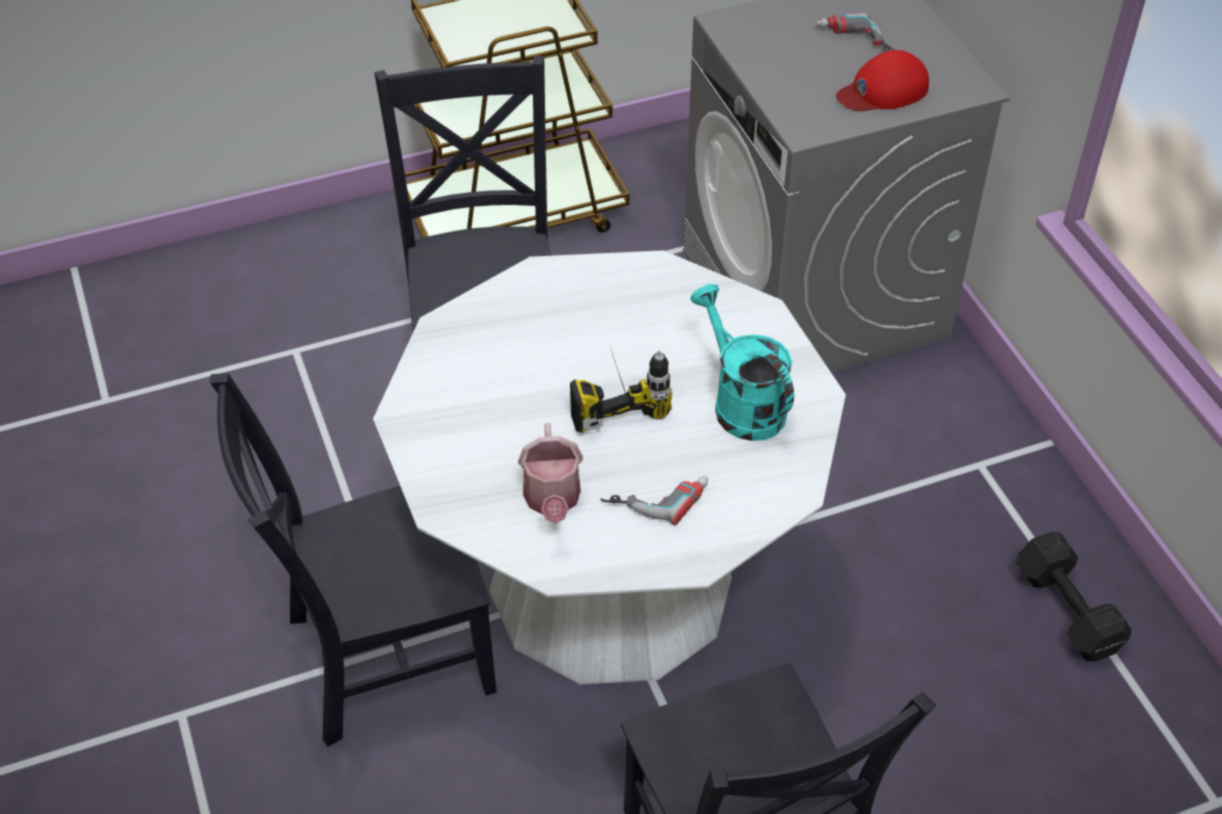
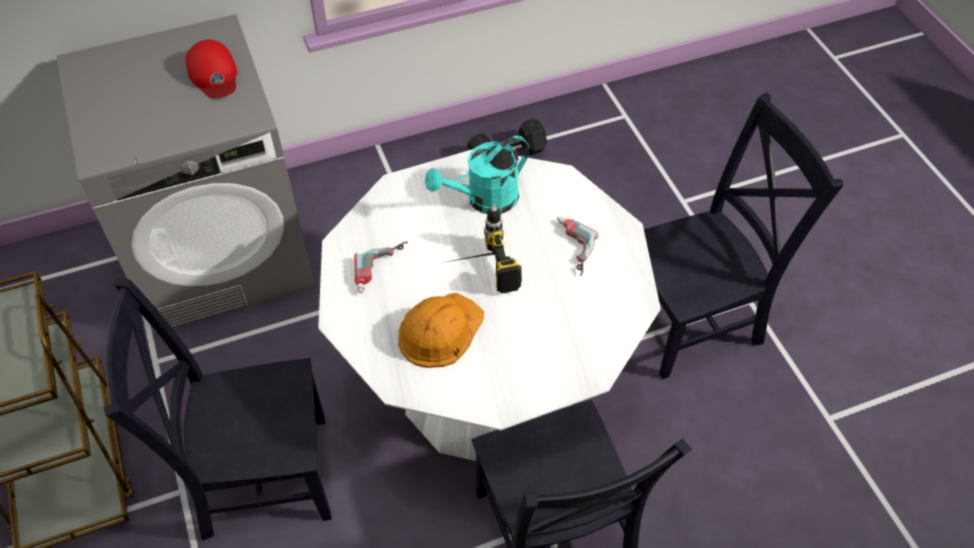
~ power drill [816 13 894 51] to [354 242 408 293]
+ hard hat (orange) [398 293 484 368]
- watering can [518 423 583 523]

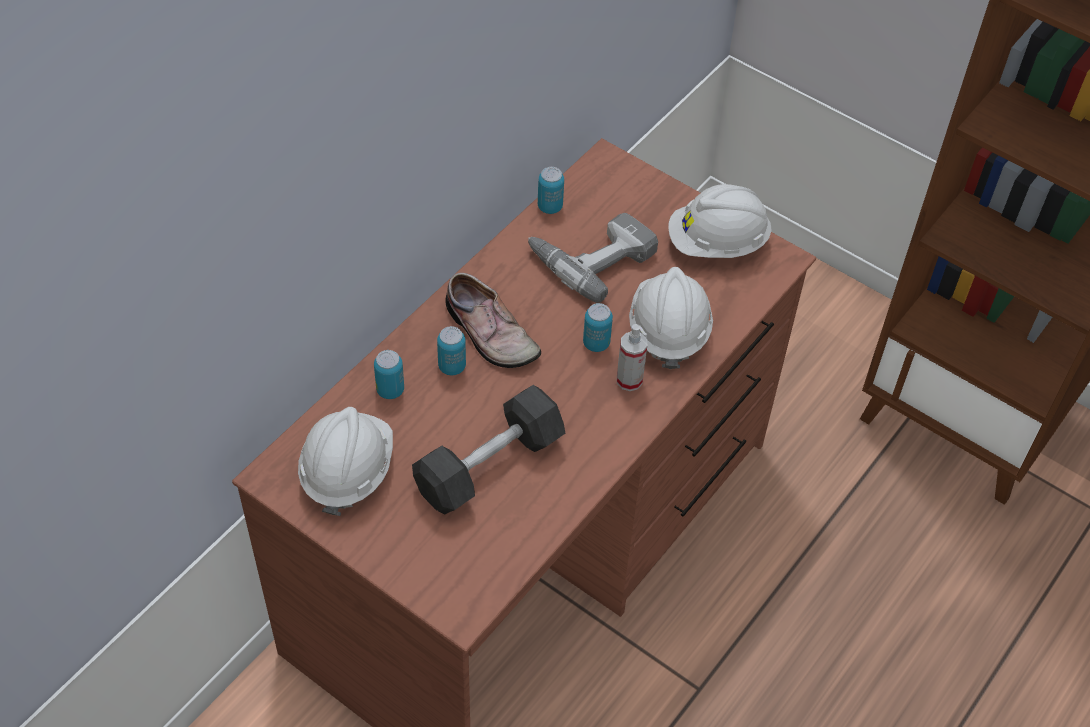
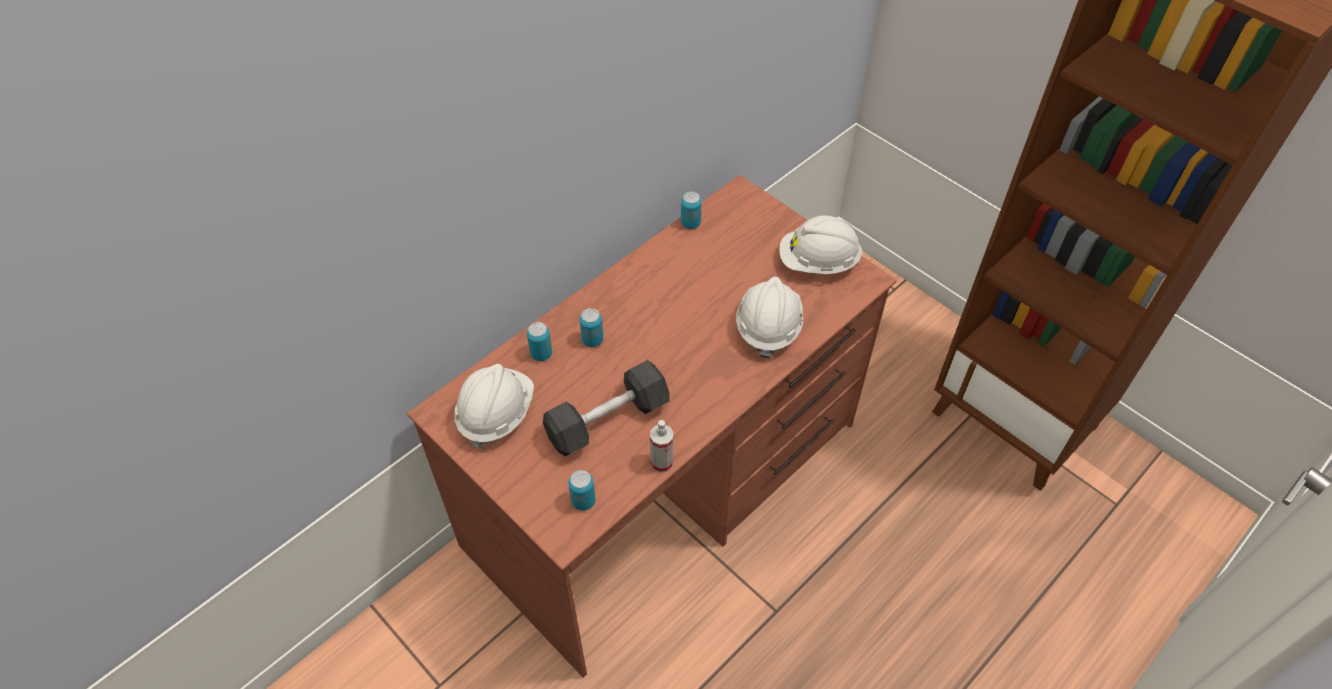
~ can [583 303 613 352] to [568 470 596 511]
~ spray bottle [617 324 647 391] to [650 420 674 473]
- shoe [445 273 541 368]
- power drill [528 213 658 303]

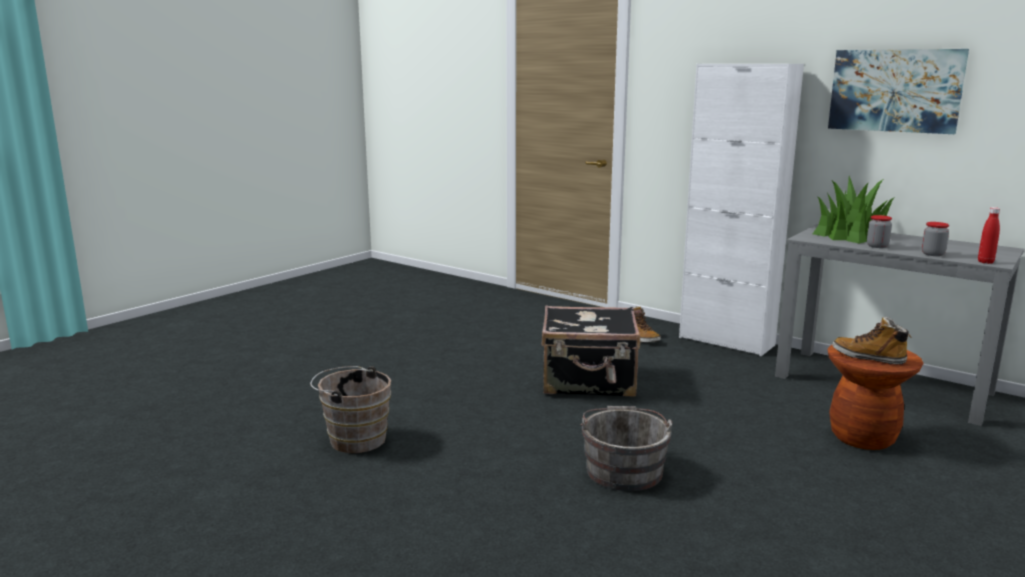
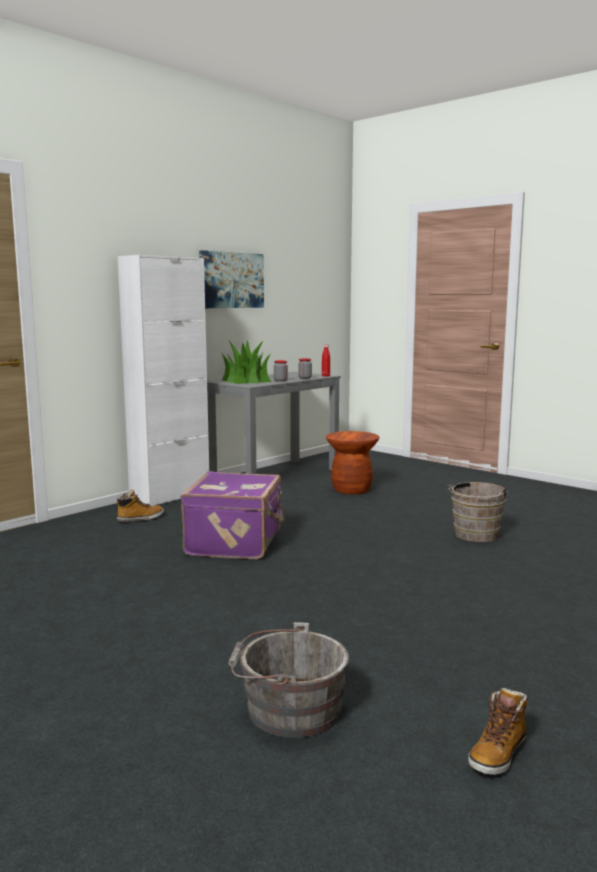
~ suitcase (black) [541 305 640 397] to suitcase (purple) [180 471 285 559]
~ bucket (grey) [580 406 673 491] to [228 622 349 738]
~ bucket (brown) [310 366 391 453] to [448 482 508 542]
~ boot [832 316 912 364] to [468 688 528 775]

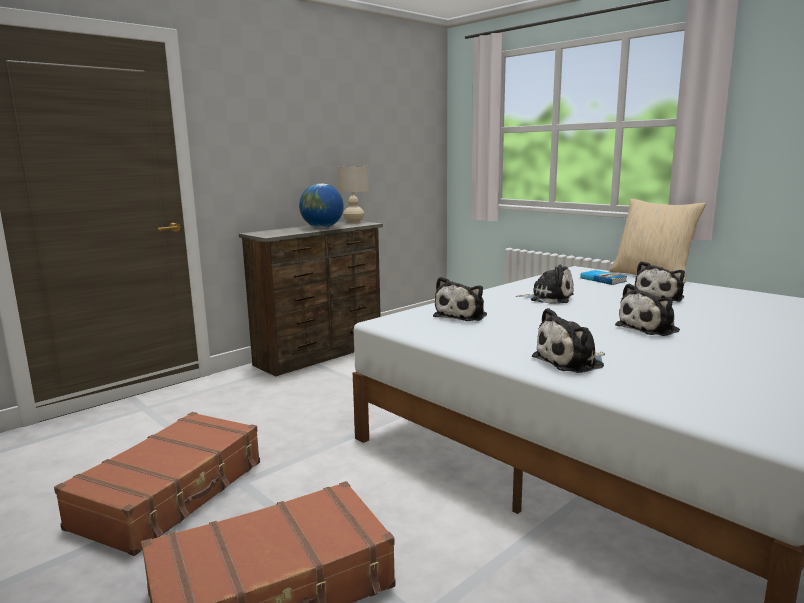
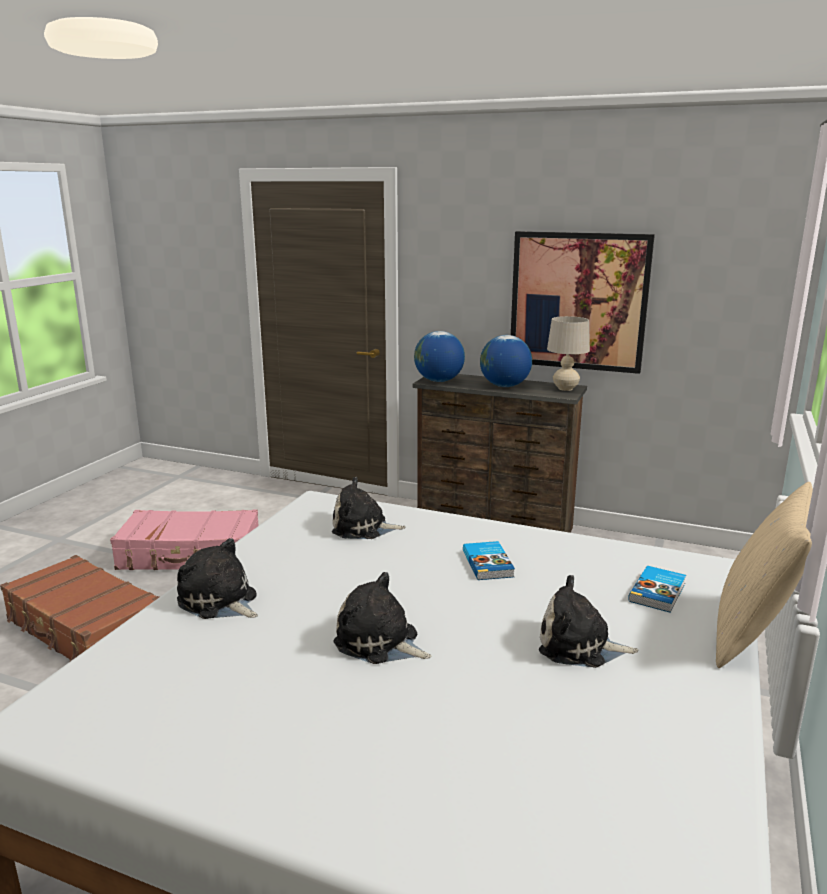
~ suitcase (brown) [54 412 260 556] to suitcase (pink) [110 510 258 570]
+ globe [414 331 465 382]
~ plush toy [515 265 574 304] to book [463 541 515 580]
+ picture [511 231 655 374]

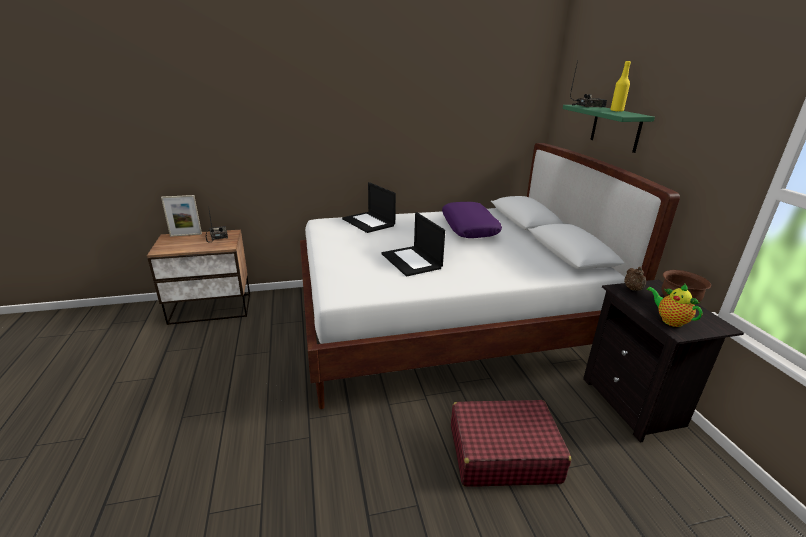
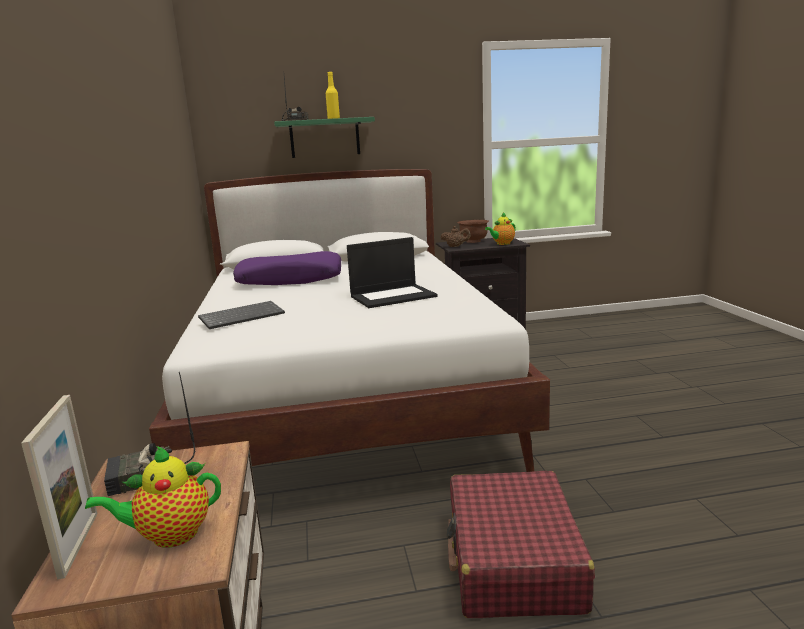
+ teapot [85 446 221 548]
~ laptop [342 182 396 233] to keyboard [198 301 285 329]
~ suitcase (red) [451 400 571 487] to [446 471 595 618]

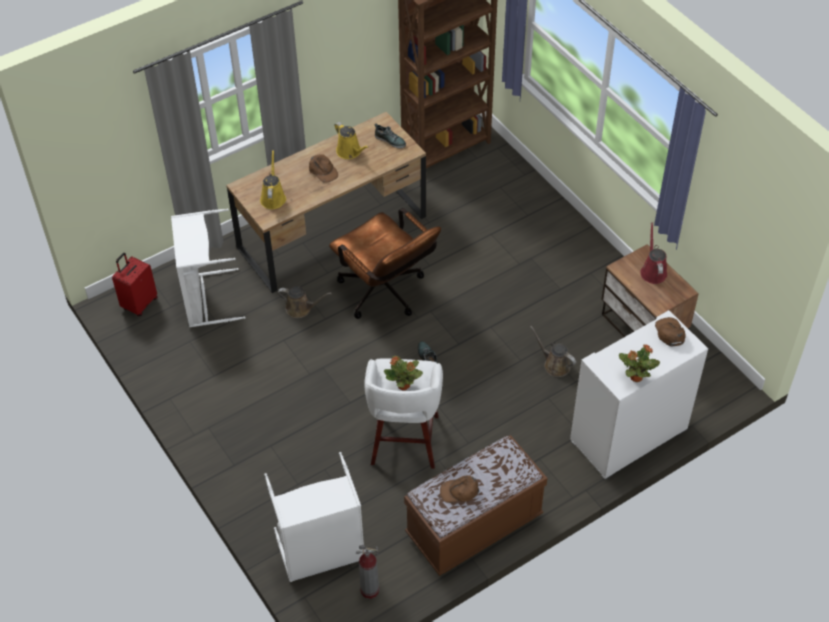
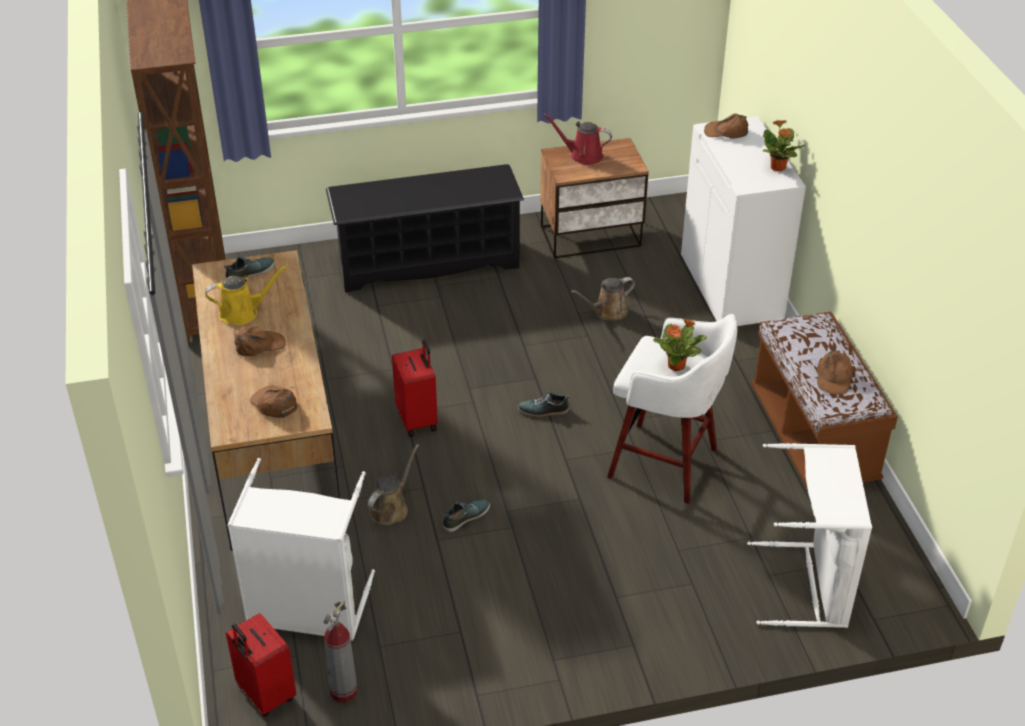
~ watering can (yellow) [260 150 286 209] to cap (brown) [250 385 298 418]
~ fire extinguisher [356 545 379 599] to [323 601 358 703]
+ shoe rack (black) [326 164 524 292]
~ office chair (brown) [329 208 441 319] to suitcase (red) [392 340 438 437]
+ shoe [443 499 490 532]

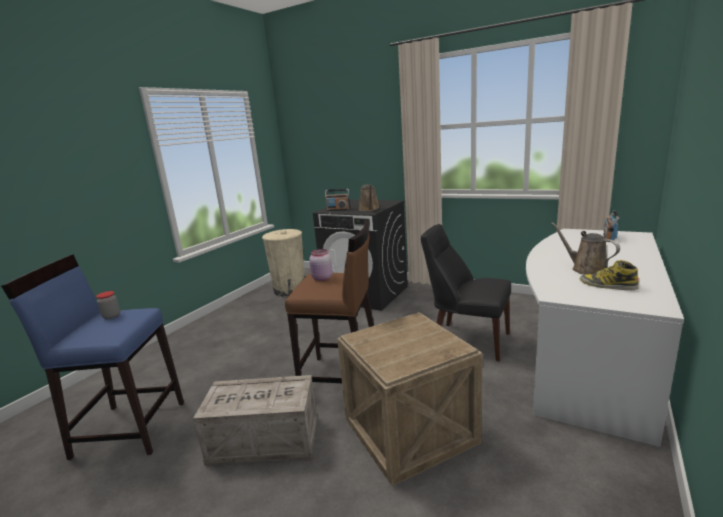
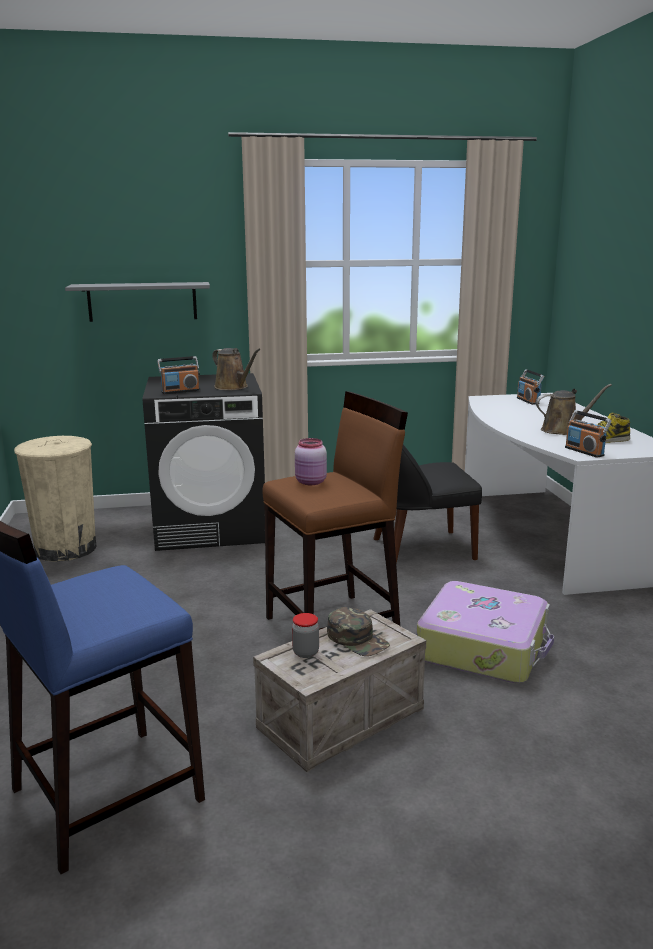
+ shelf (grey) [65 282 210 322]
~ jar [96 291 120 319] to [292 613 319 658]
+ cap (green) [327 607 390 656]
~ crate [337 312 483 486] to suitcase [417 581 554 683]
~ watering can (brown) [551 222 620 275] = [536 384 612 435] 150 degrees clockwise
+ radio [565 410 612 458]

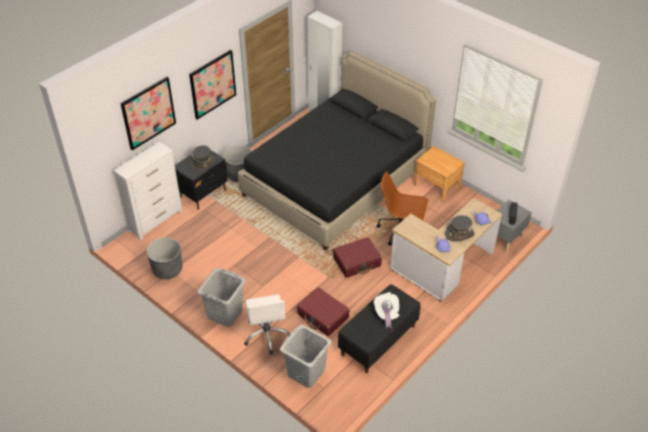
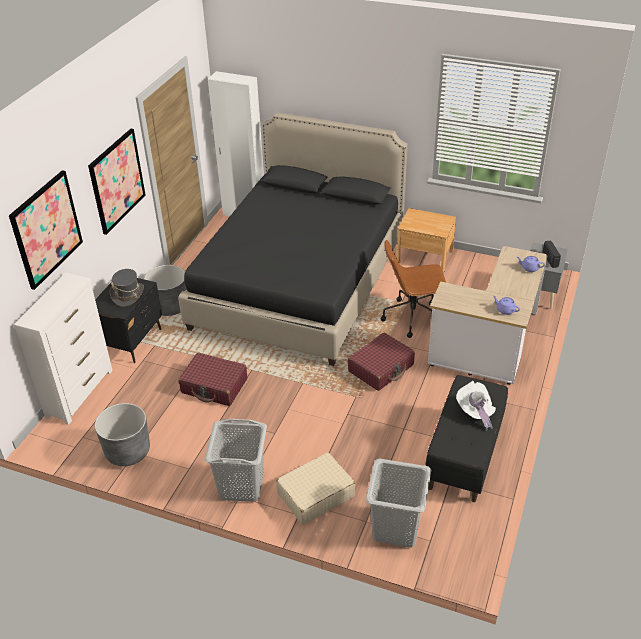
~ suitcase (red) [297 287 349 336] to [178 352 247 406]
~ office chair (white) [244 294 290 355] to suitcase (beige) [276 452 355 525]
- hat (grey) [445 215 474 242]

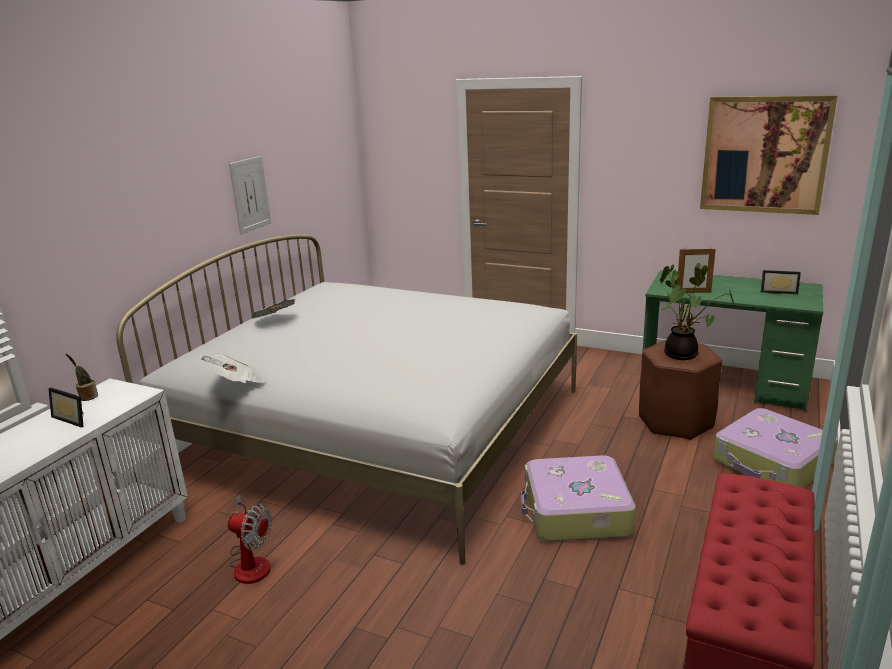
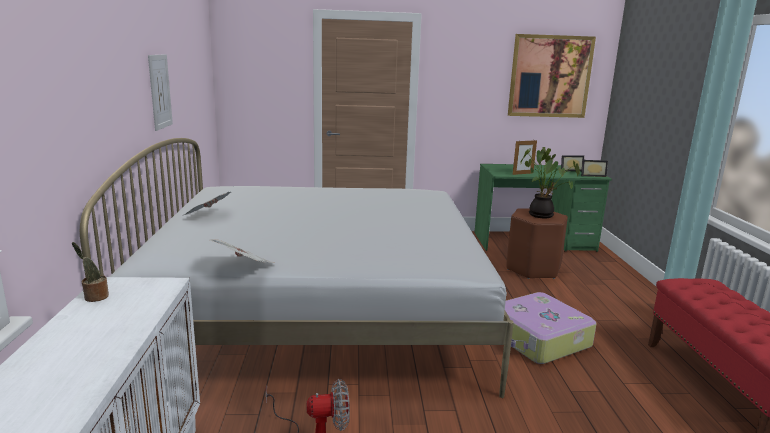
~ picture frame [48 387 84 427] to [581 160 608 177]
- suitcase [713 408 838 488]

